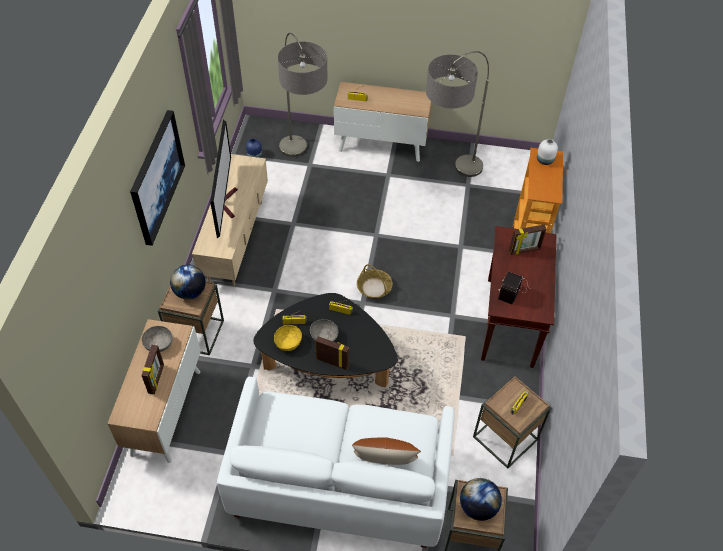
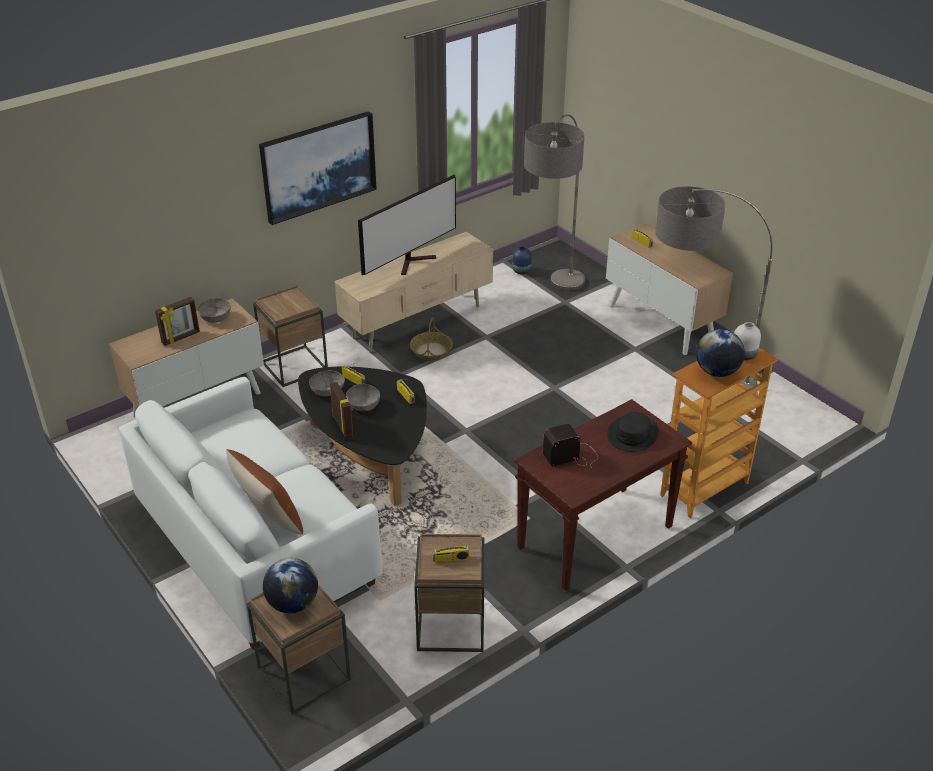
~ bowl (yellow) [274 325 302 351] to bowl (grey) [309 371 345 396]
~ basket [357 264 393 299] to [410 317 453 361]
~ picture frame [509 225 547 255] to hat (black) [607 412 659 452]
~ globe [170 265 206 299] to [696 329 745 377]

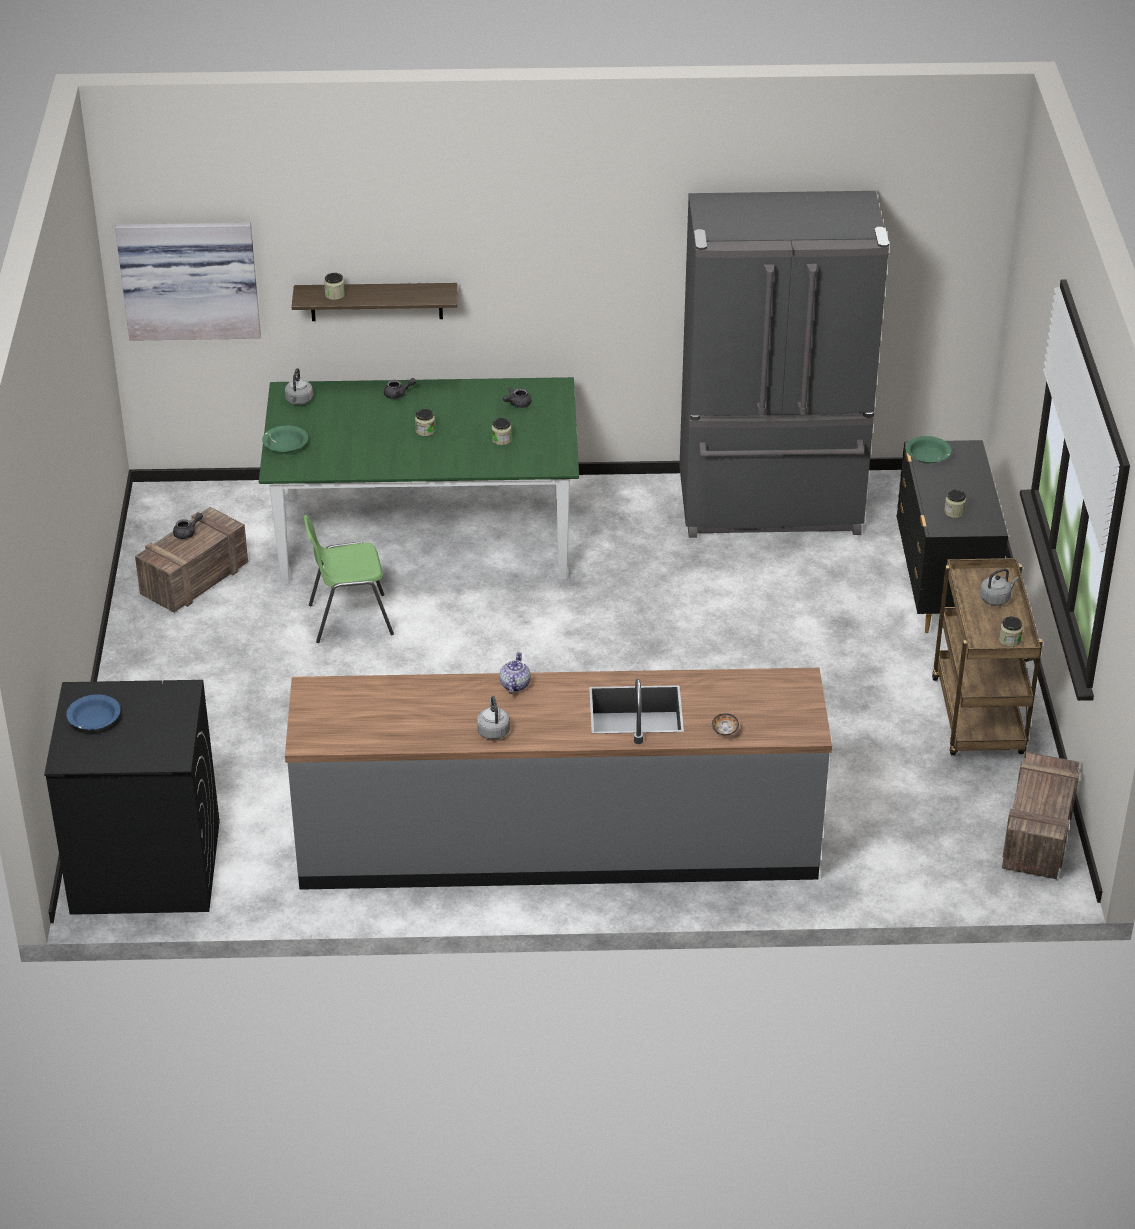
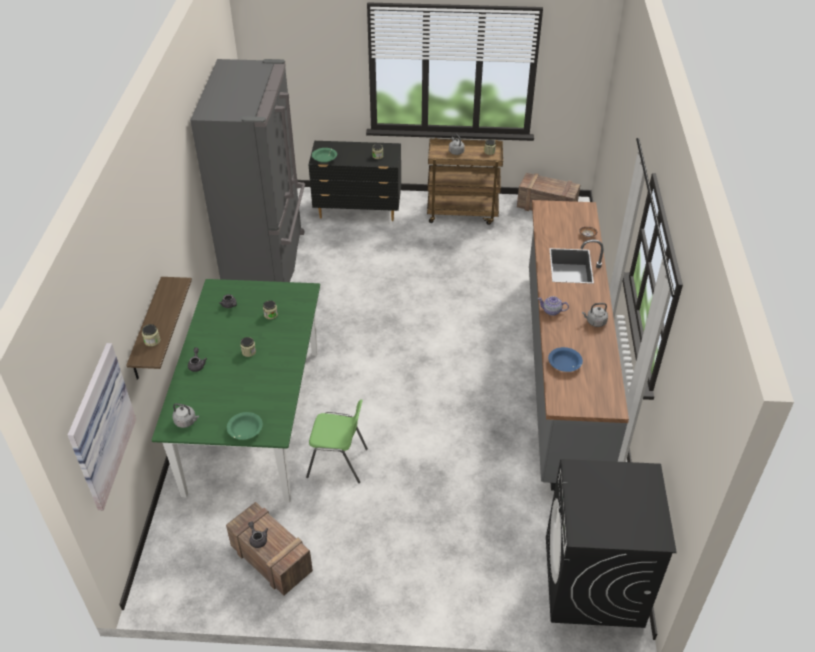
~ chair (green) [304 515 394 643] = [306 399 368 483] 75 degrees counterclockwise
~ bowl (blue) [66 694 120 730] to [548 347 583 372]

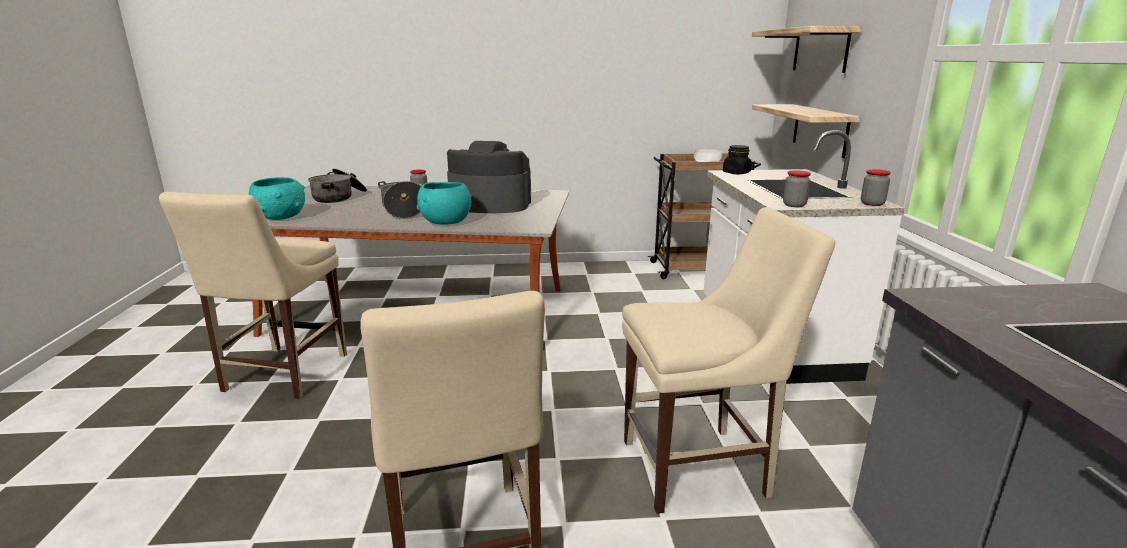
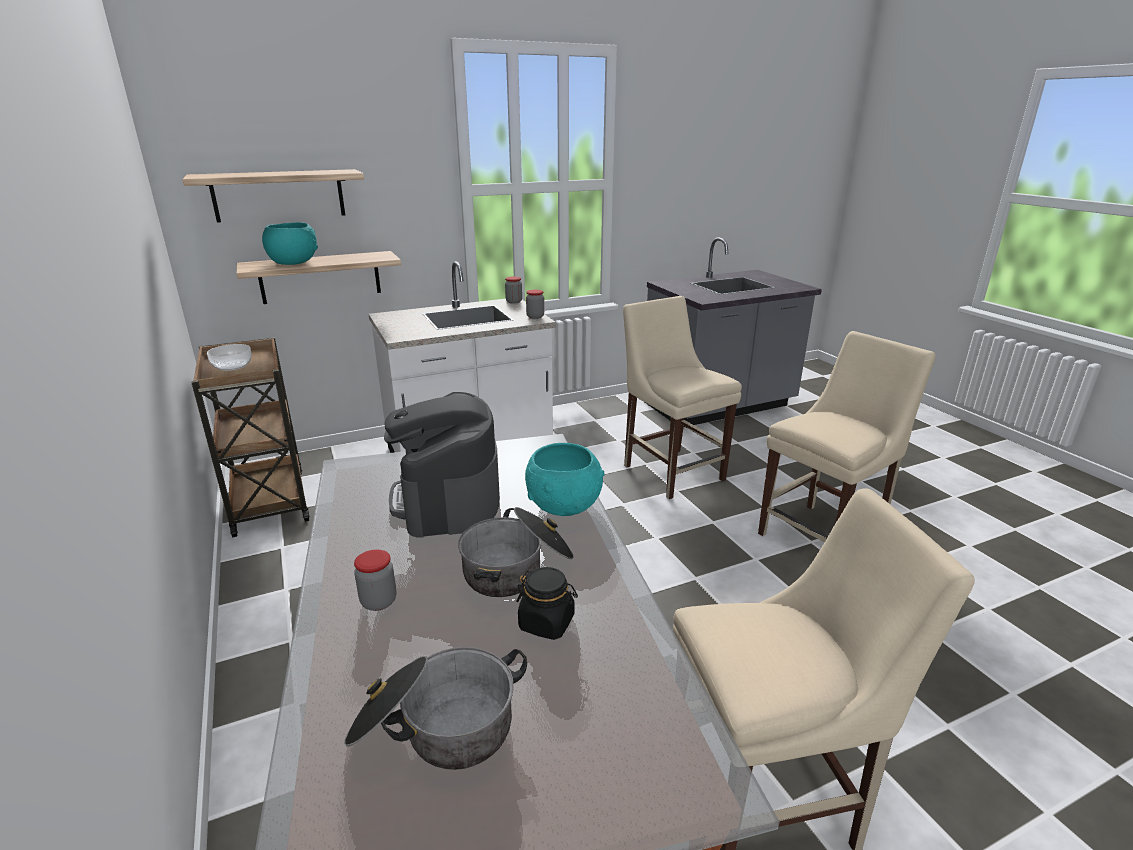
~ bowl (turquoise) [249 177 305 220] to [262 222 318 265]
~ jar (black) [723 145 752 174] to [517 567 578 640]

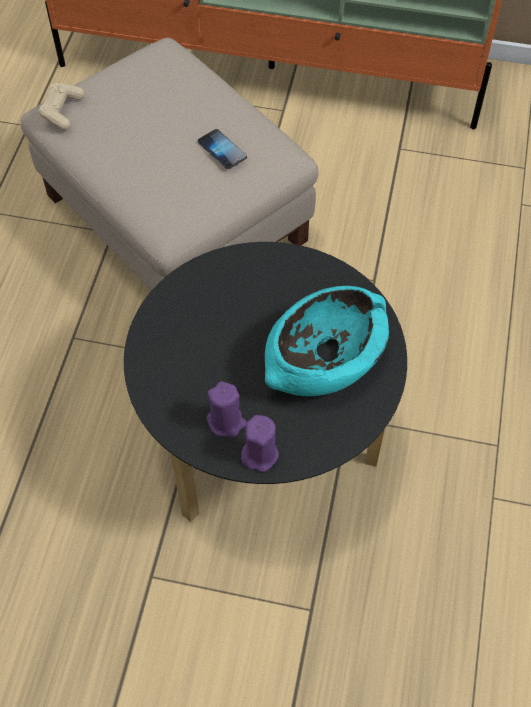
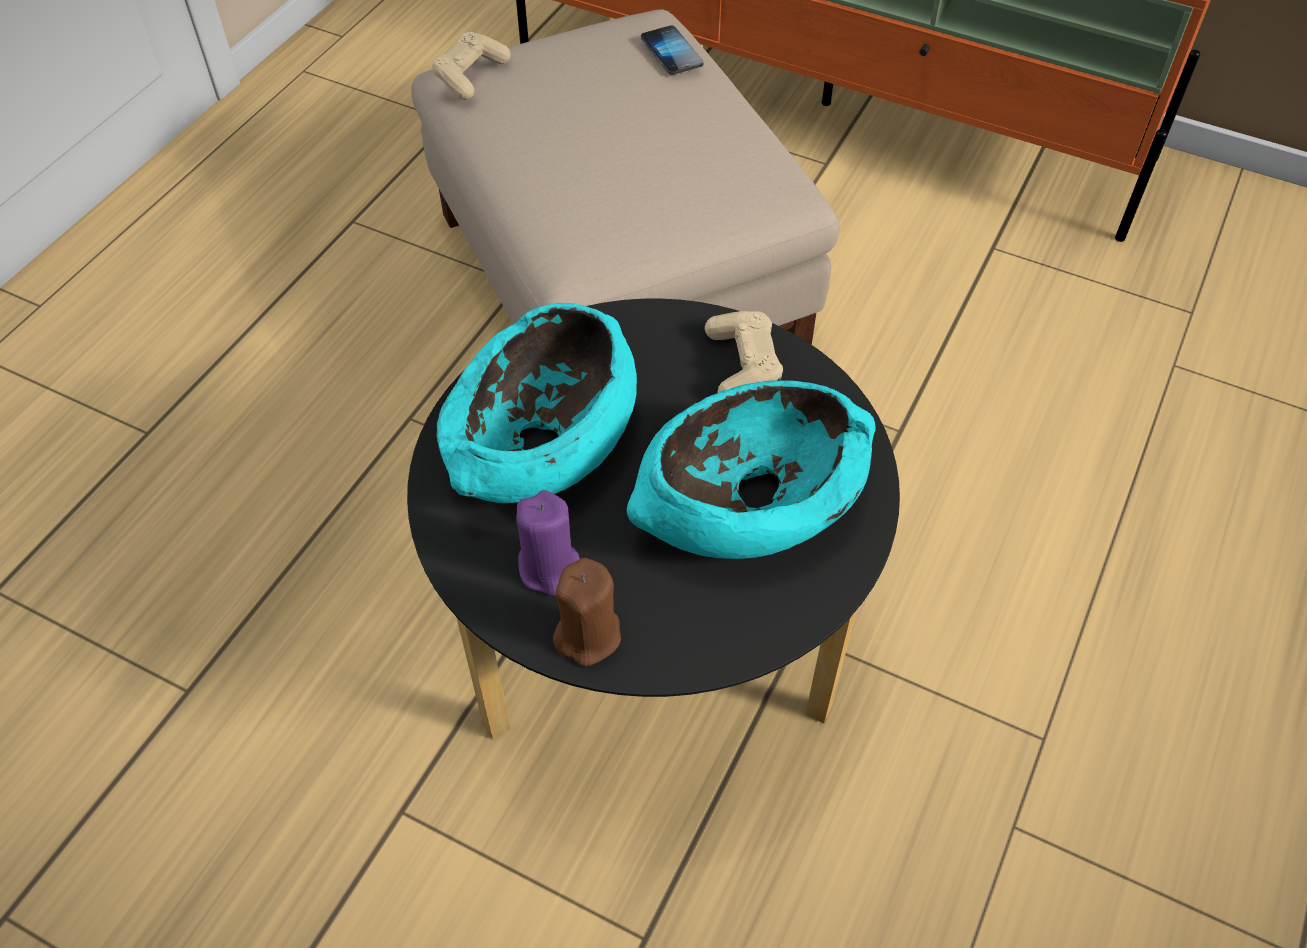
+ bowl (turquoise) [436 303 637 503]
~ candle (purple) [241 415 279 472] to candle (brown) [553 558 621 666]
~ phone [198 129 247 169] to [641 25 704 75]
+ game controller (beige) [705 311 783 393]

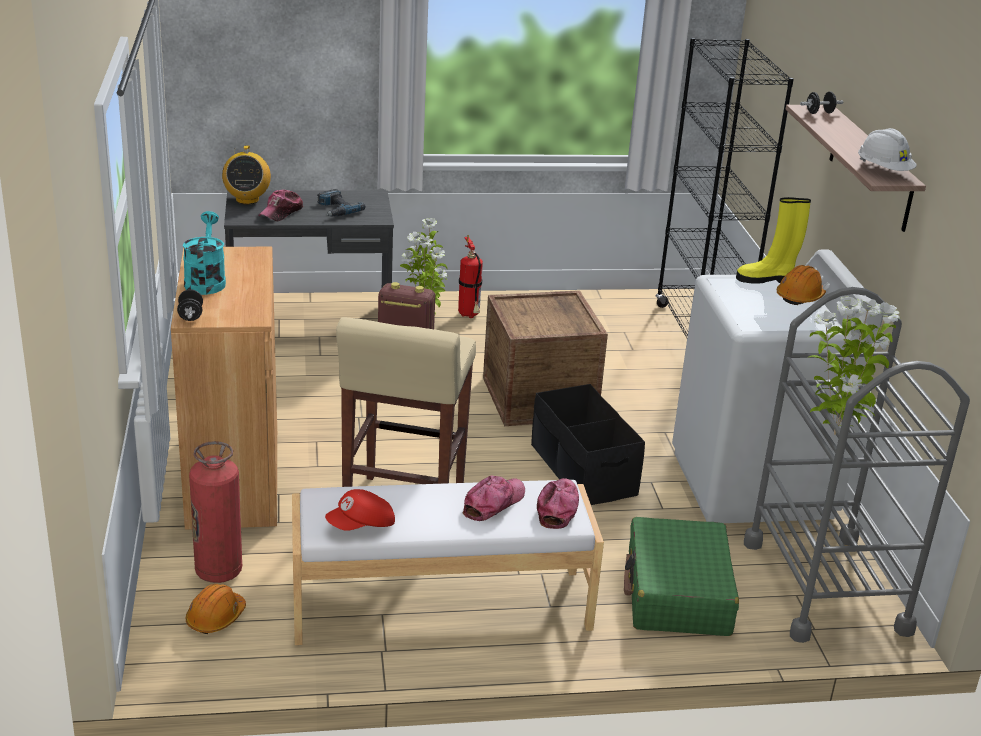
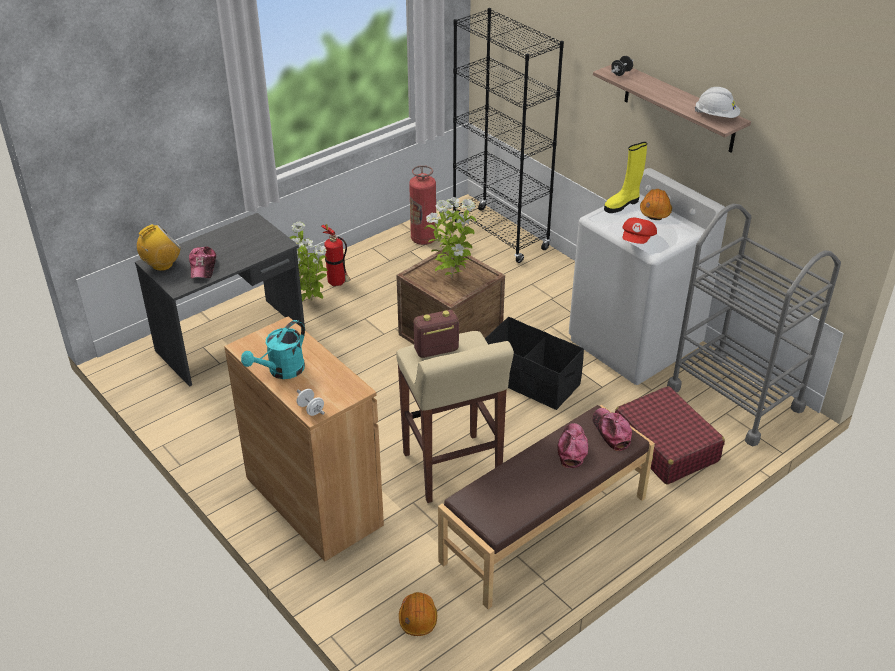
~ radio [222 145 271 204] = [137 224 181 271] 90 degrees counterclockwise
~ watering can (turquoise) [183 211 226 295] = [241 320 305 379] 105 degrees counterclockwise
~ dumbbell (black) [177 289 203 321] to dumbbell (white) [297 389 325 416]
~ fire extinguisher [189 441 242 583] to [409 165 436 245]
~ potted plant [809 296 900 435] to [424 197 476 278]
~ bench (white) [292 480 604 645] to bench (brown) [438 405 655 609]
~ suitcase (green) [624 517 739 636] to suitcase (red) [615 386 725 485]
~ cap (red) [325 489 395 531] to [623 218 657 244]
- power drill [317 189 366 217]

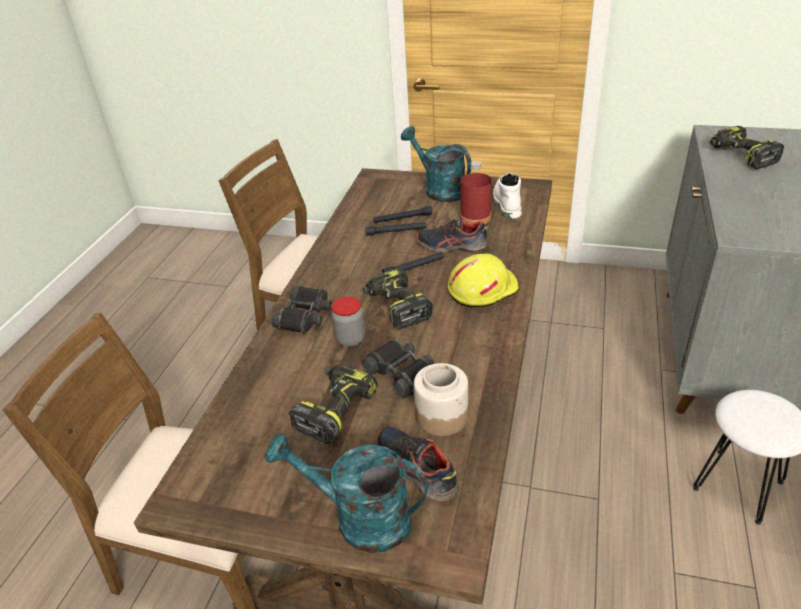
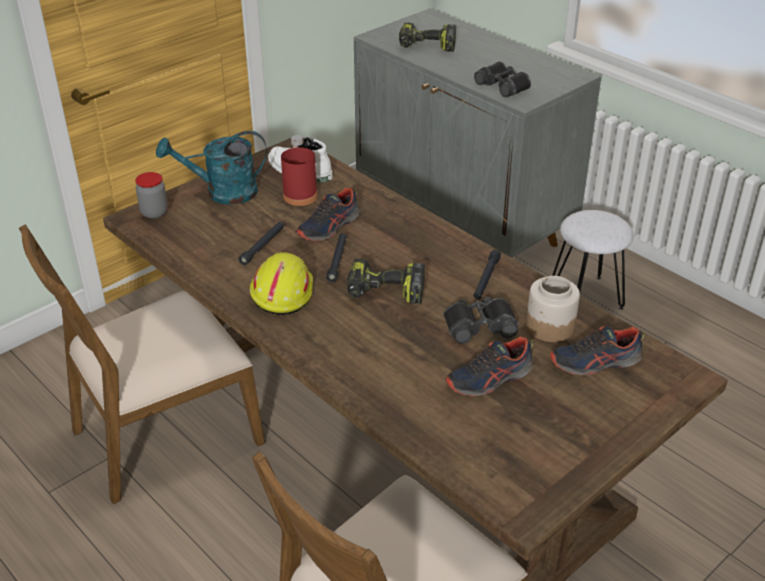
~ jar [331 296 365 347] to [135 172 168 219]
~ hard hat (yellow) [448 254 519 308] to [250 252 313 315]
~ power drill [289 364 377 444] to shoe [445 337 534 396]
~ binoculars (black) [271 286 332 333] to [474 62 531 97]
~ flashlight (black) [374 206 432 223] to [474 250 501 299]
- watering can (turquoise) [265 433 428 553]

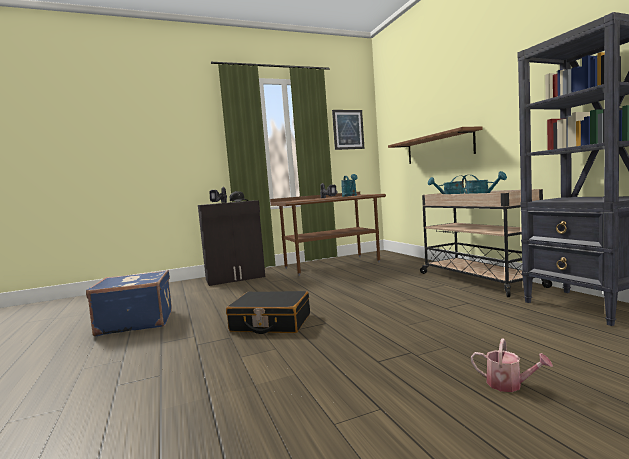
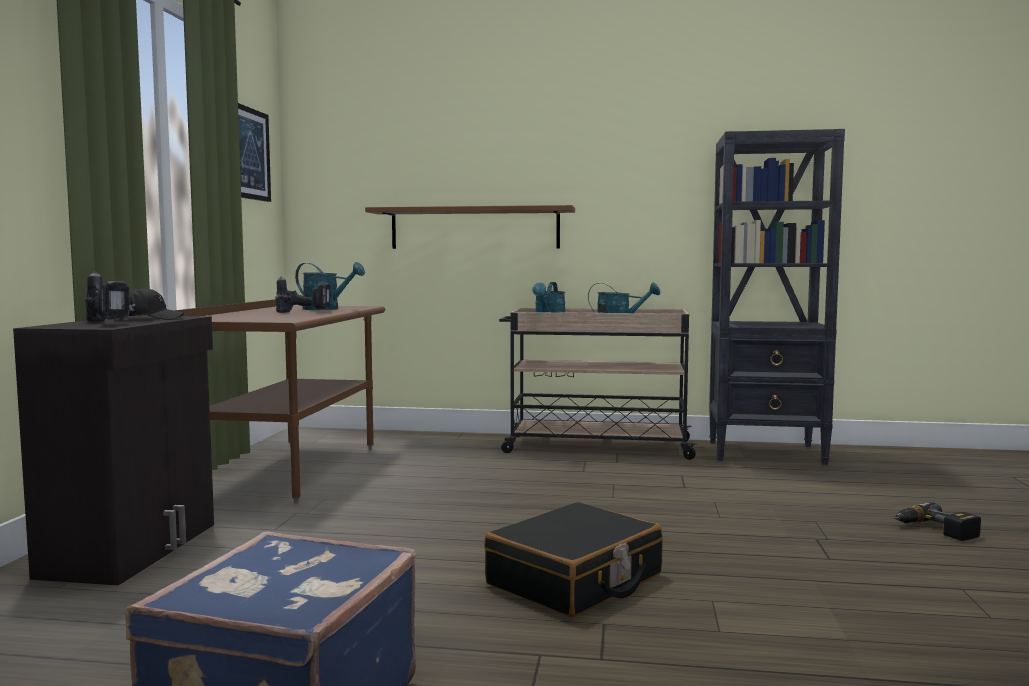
~ watering can [471 339 553 392] to power drill [894 502 981 541]

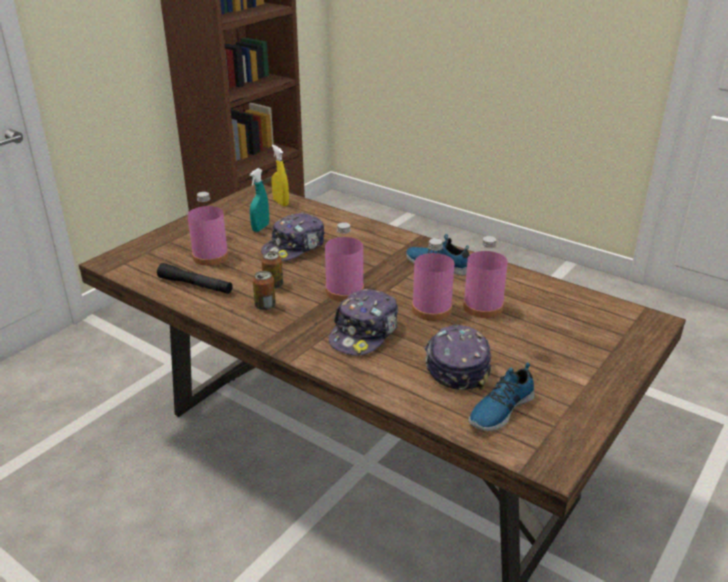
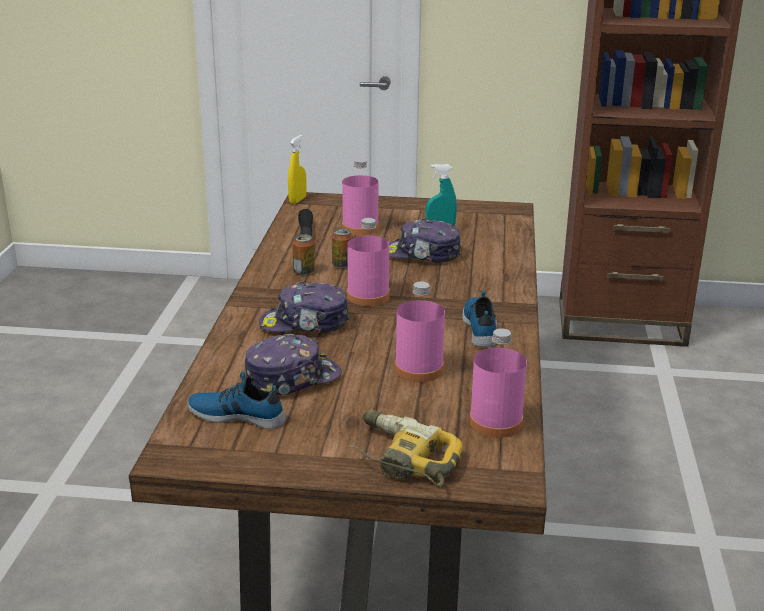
~ spray bottle (yellow) [271 145 289 206] to [288 135 307 204]
+ power drill [350 410 463 488]
~ bottle (pink) [412 238 455 321] to [469 328 527 438]

